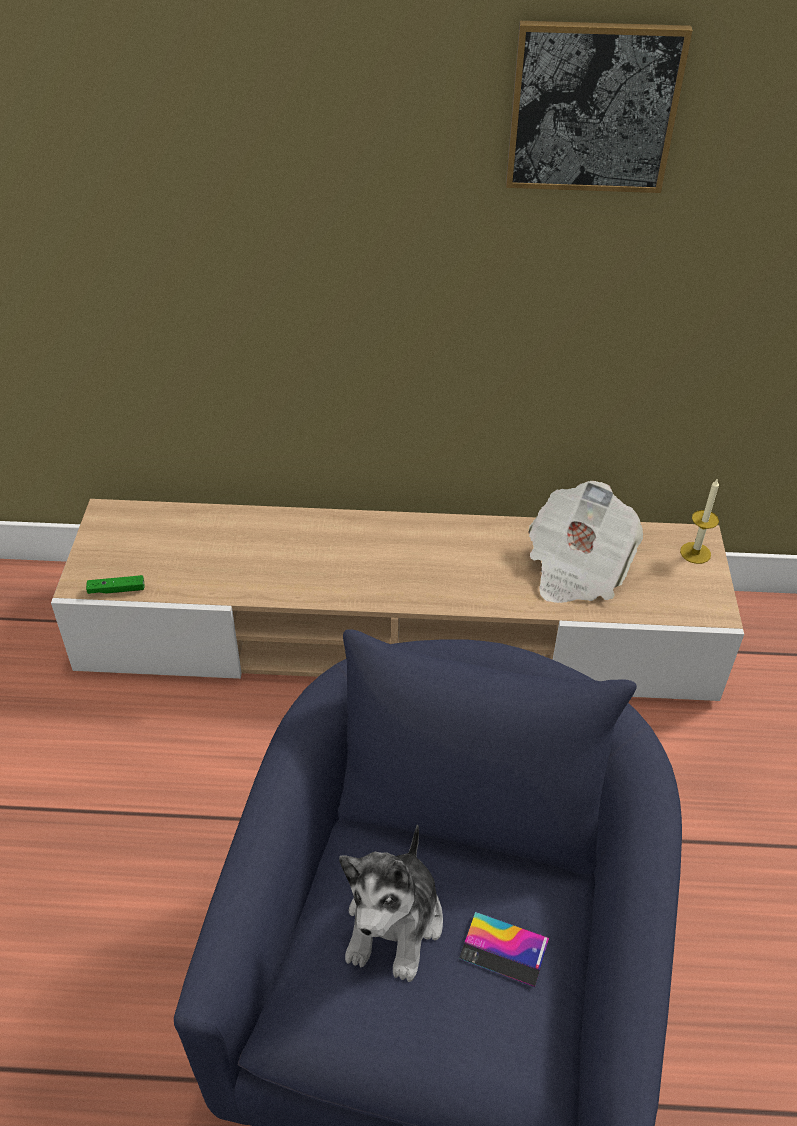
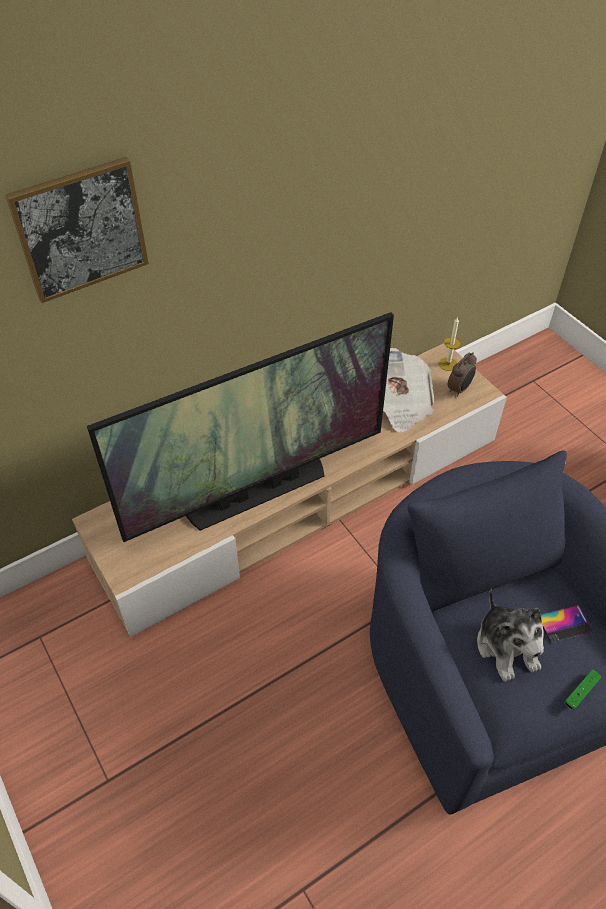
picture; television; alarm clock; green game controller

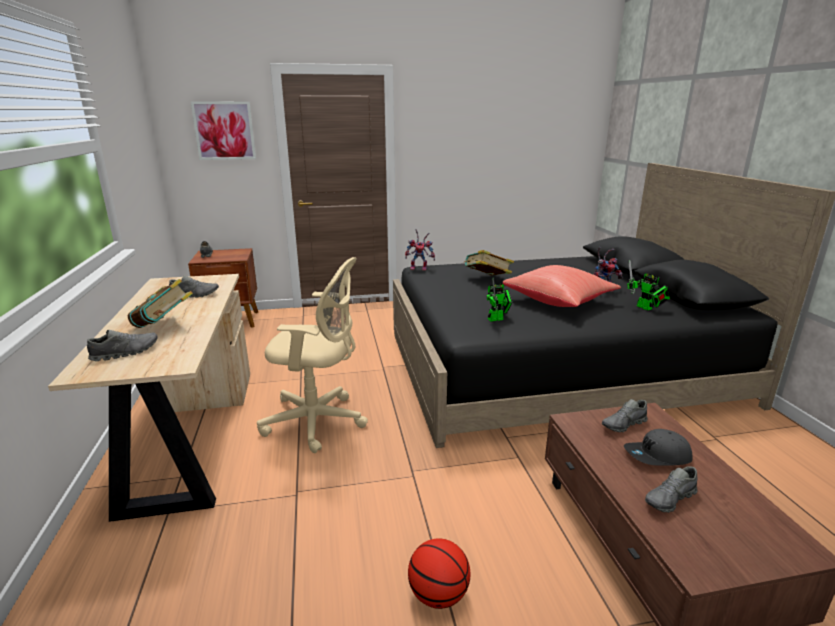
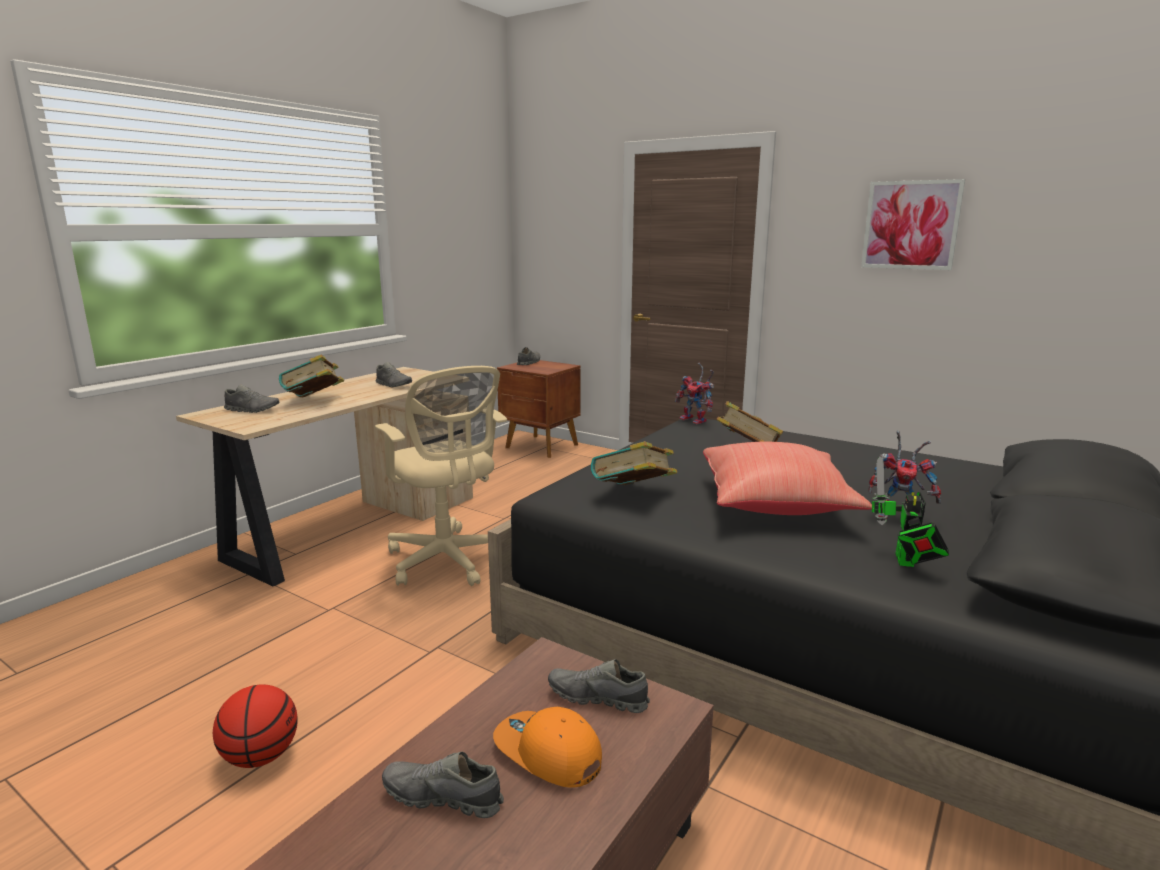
orange cap; book (no. 2 from left); picture

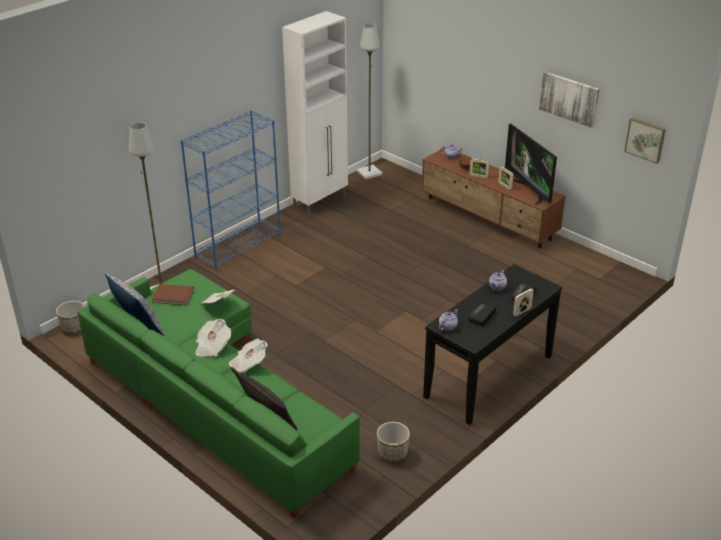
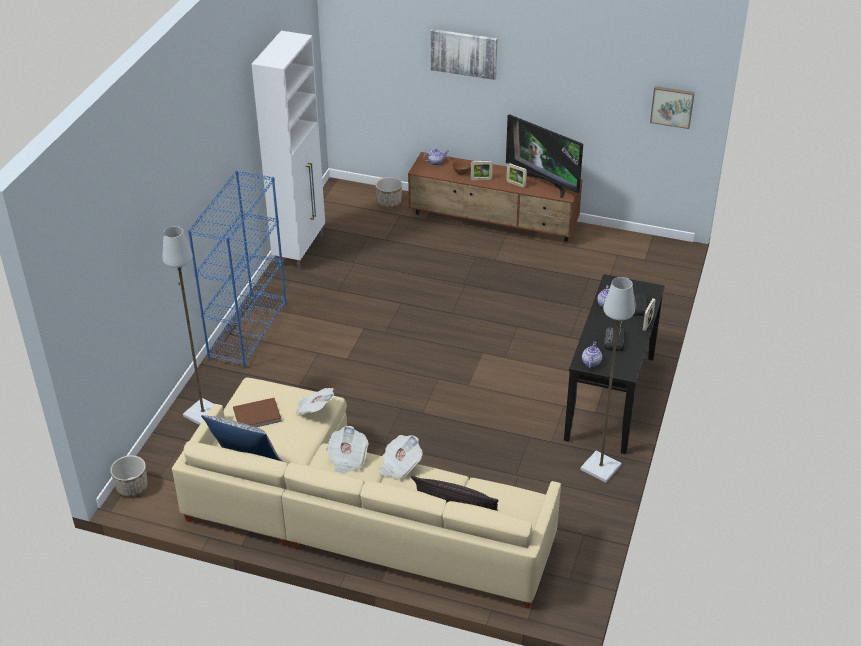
beige sofa; planter (no. 2 from left); picture (no. 1 from left); grey floor lamp (no. 2 from left)

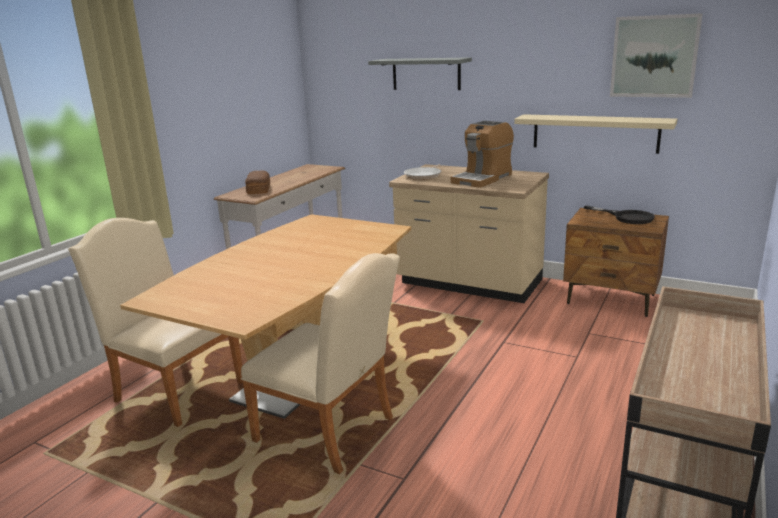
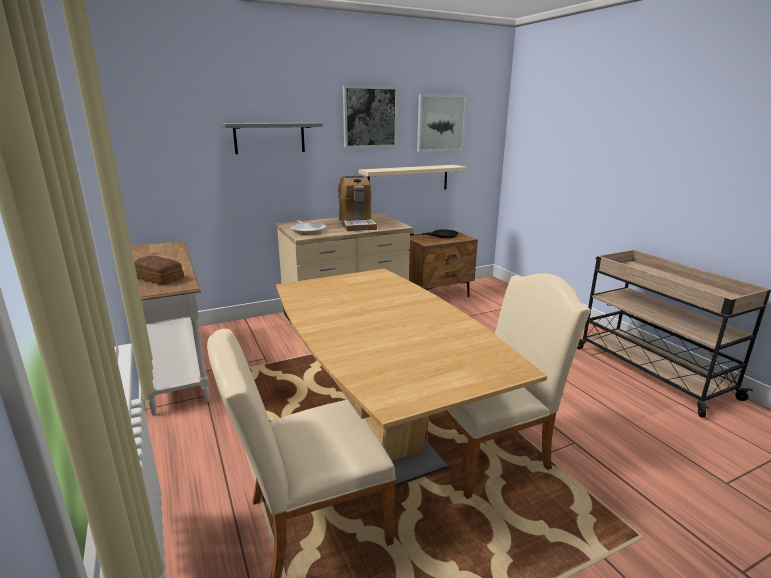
picture (no. 1 from left)

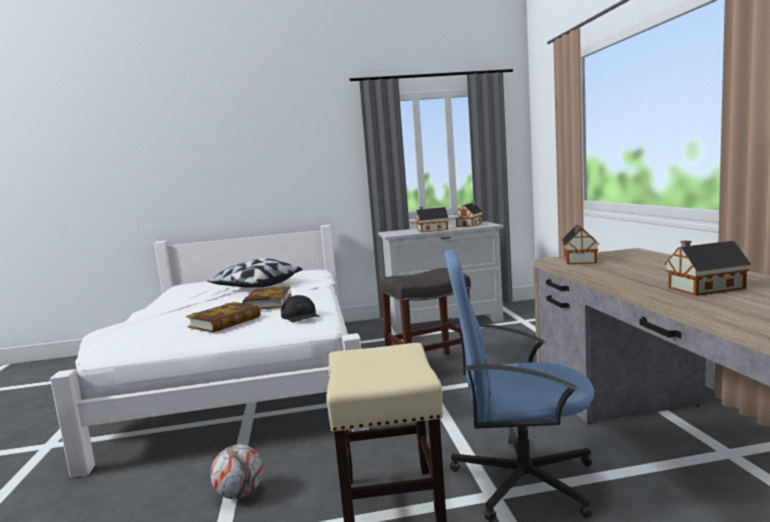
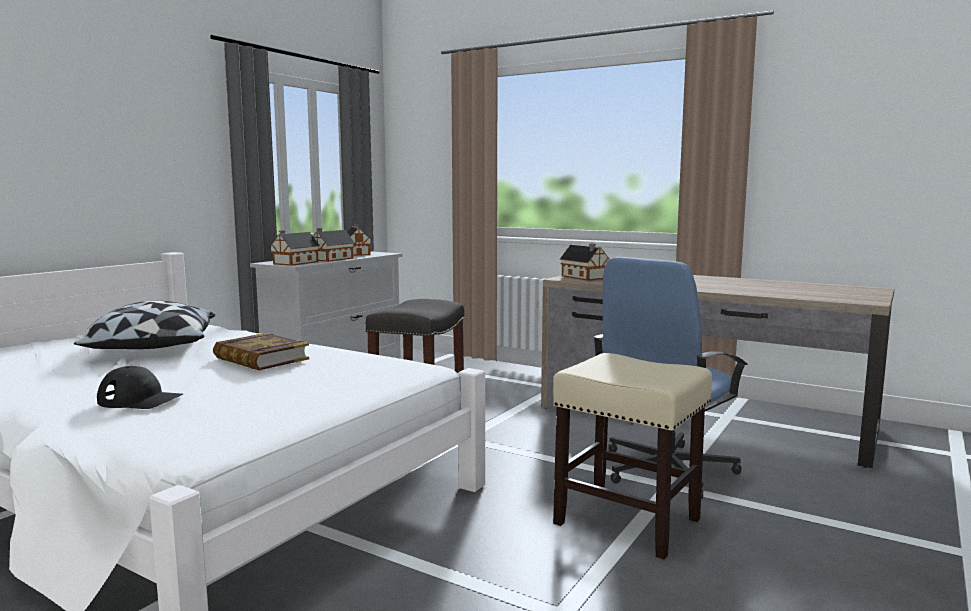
black cap; toy house (no. 1 from left); book (no. 1 from left in the first image); football

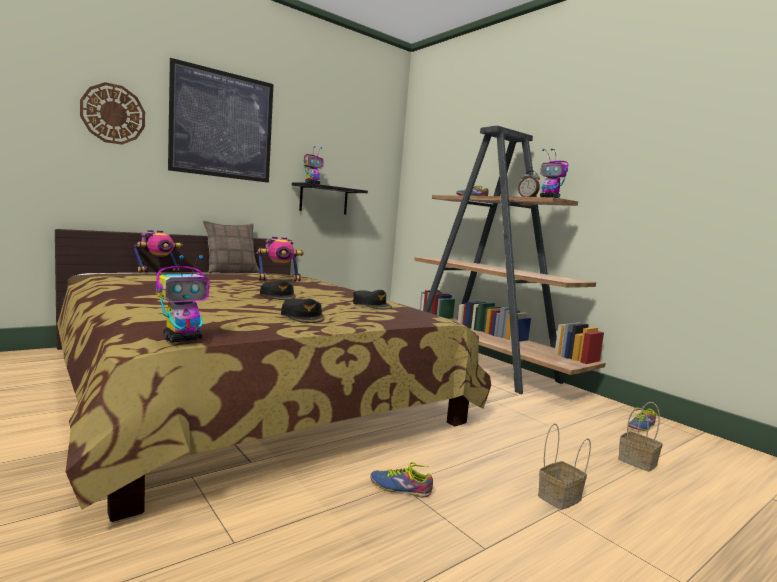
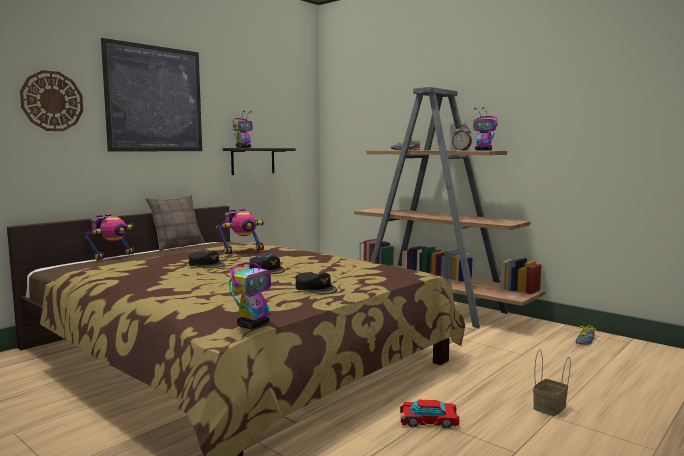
black cap (no. 1 from left); toy car; basket (no. 2 from left in the first image)

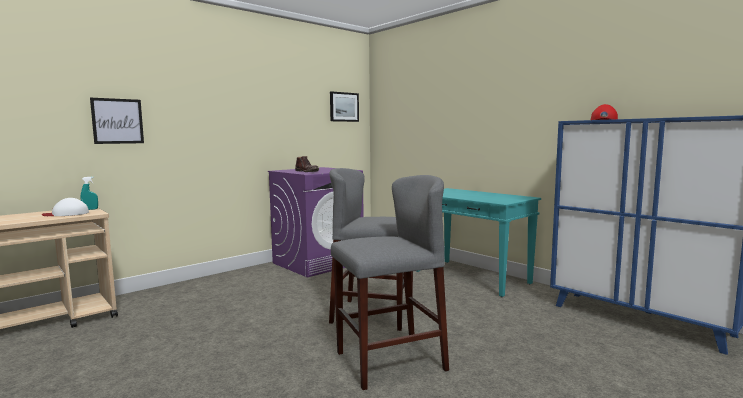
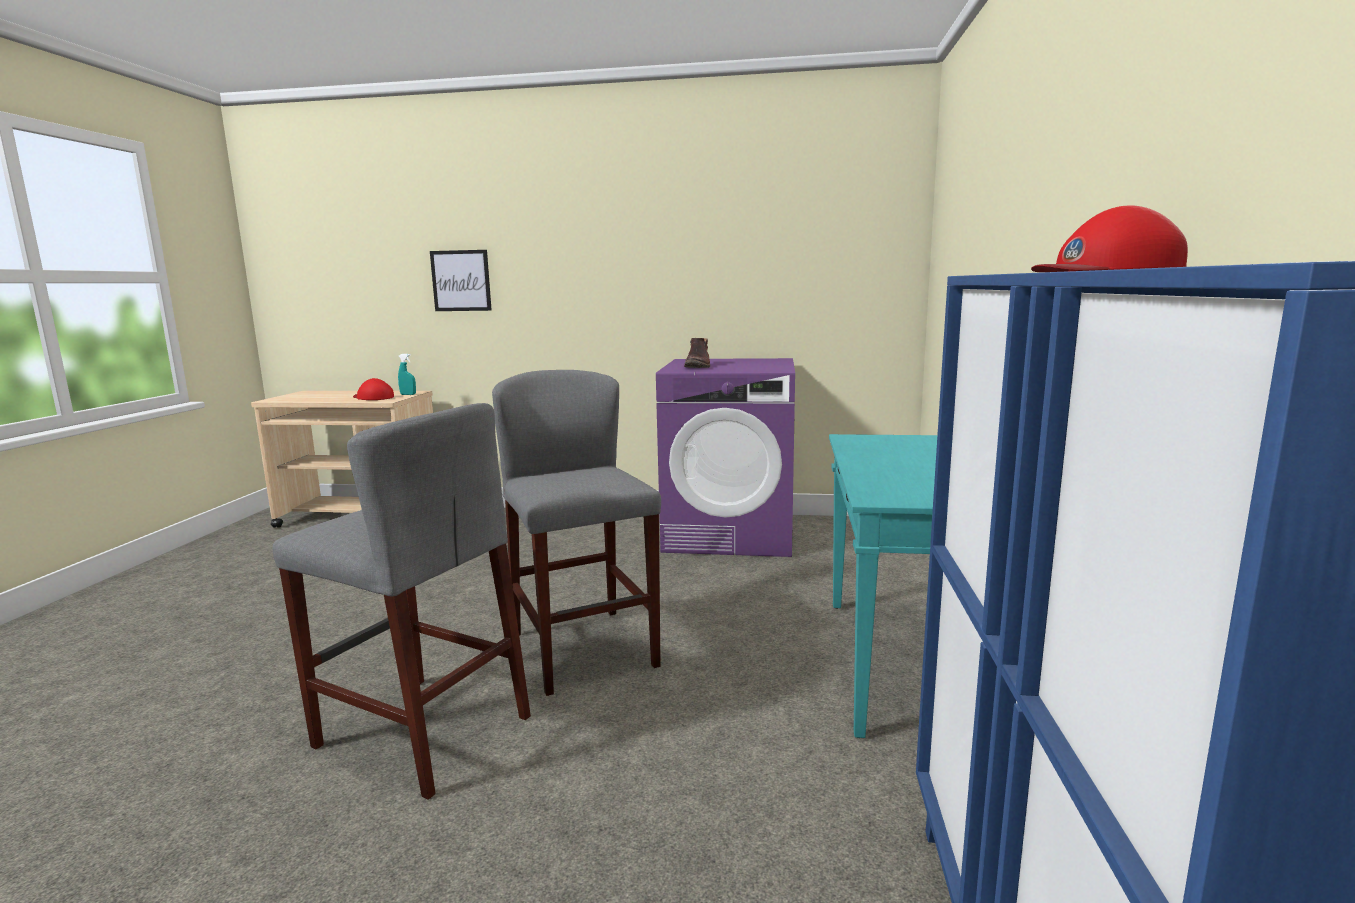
red cap (no. 1 from left); picture (no. 2 from left in the first image)

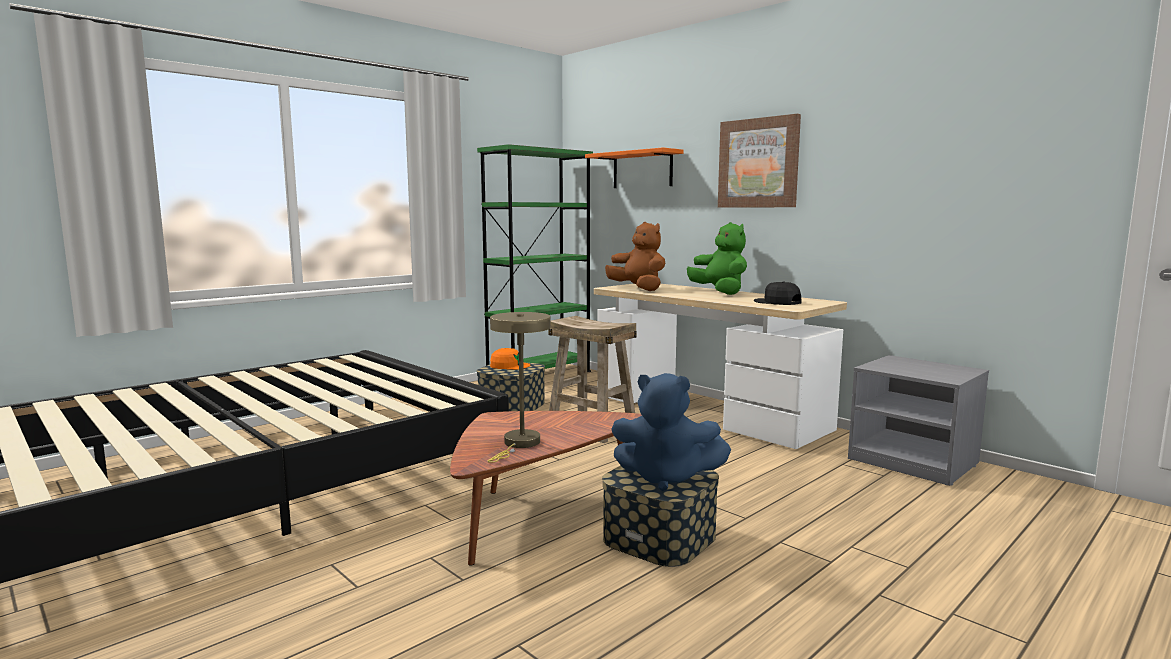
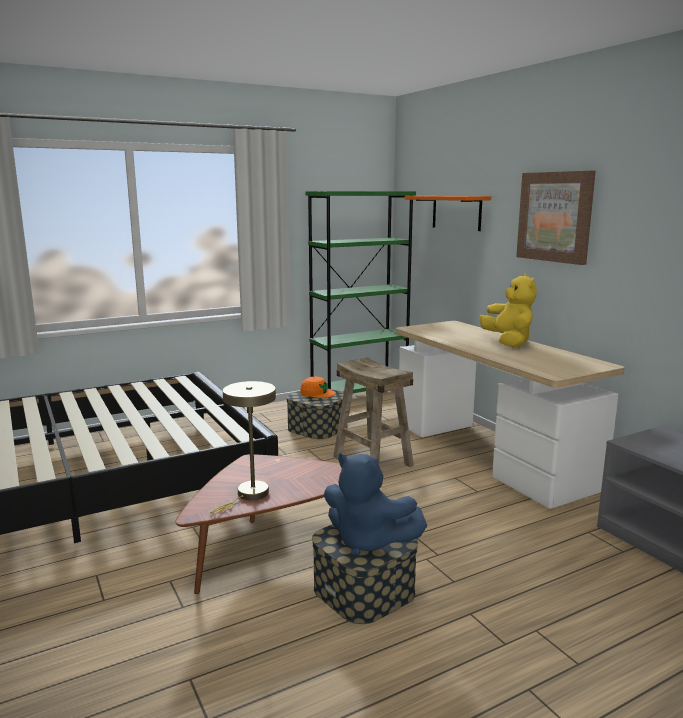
yellow plush toy; brown plush toy; black cap

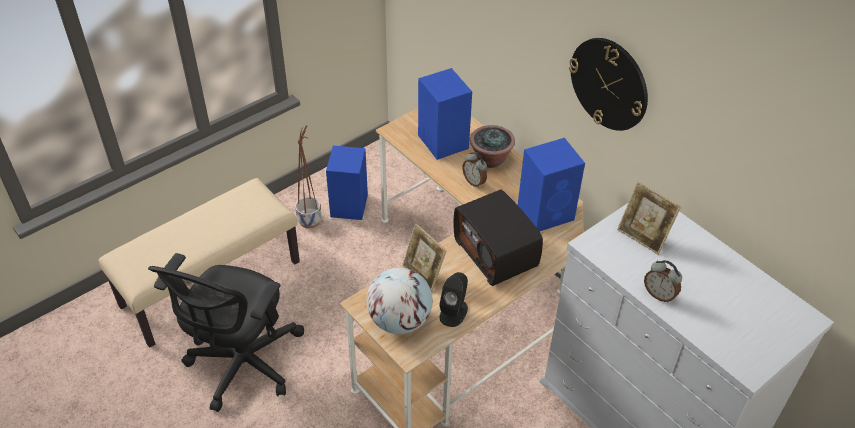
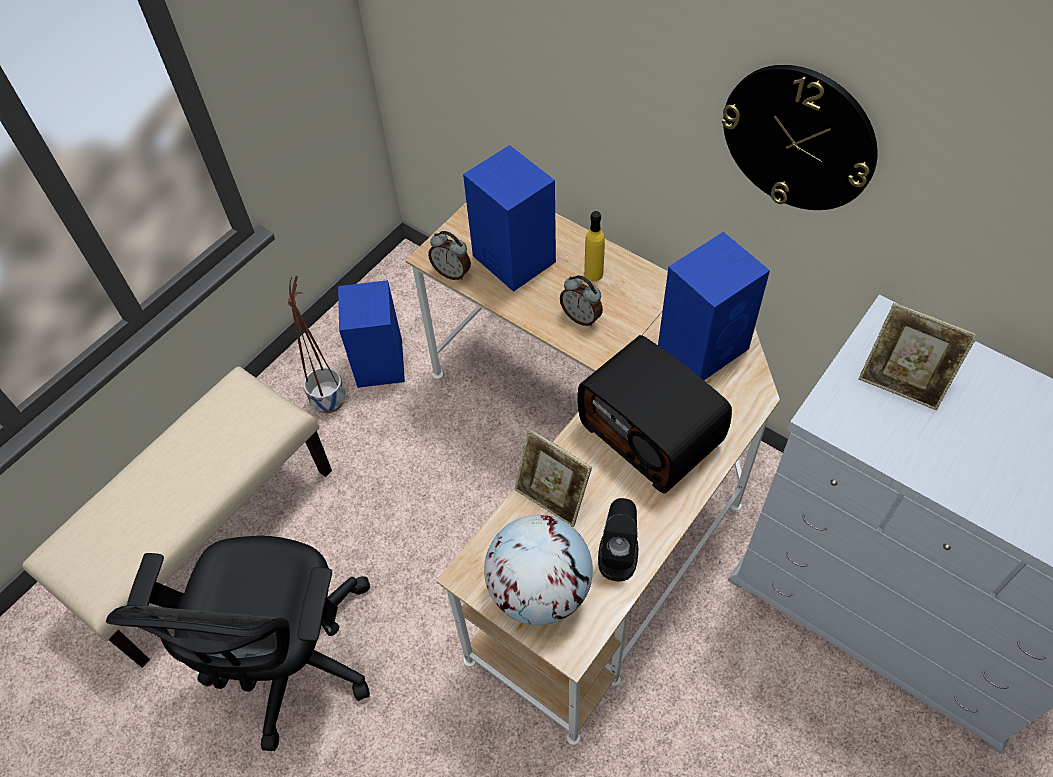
alarm clock (no. 1 from left); yellow bottle

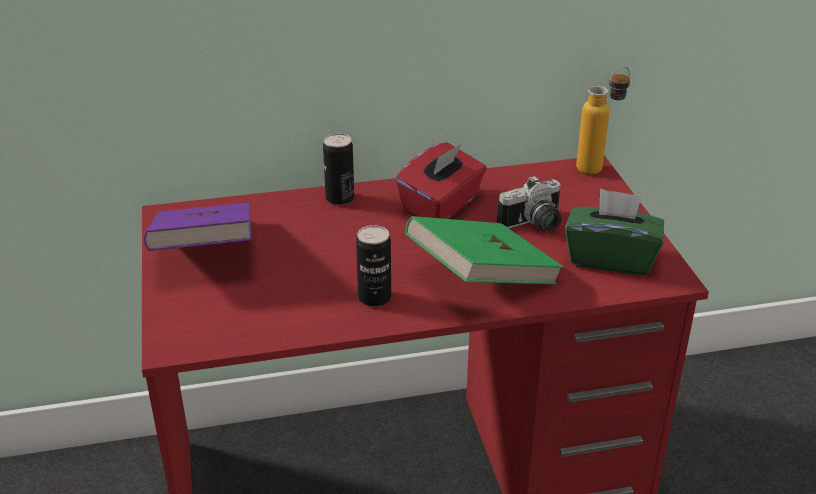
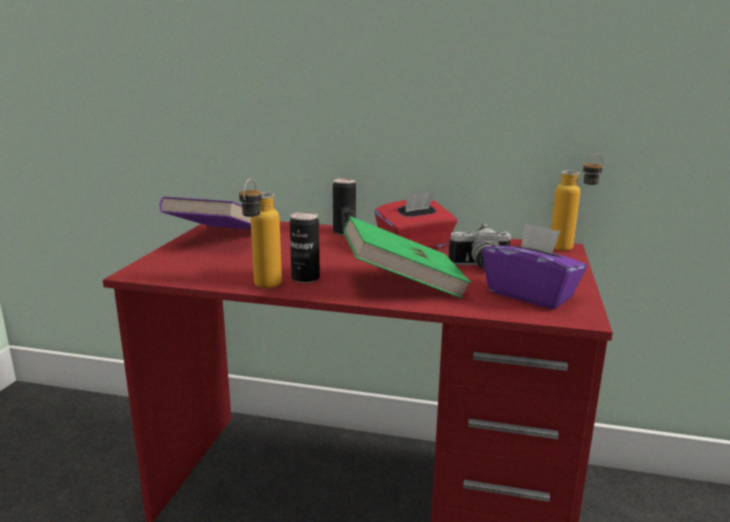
bottle (no. 1 from left); purple tissue box

